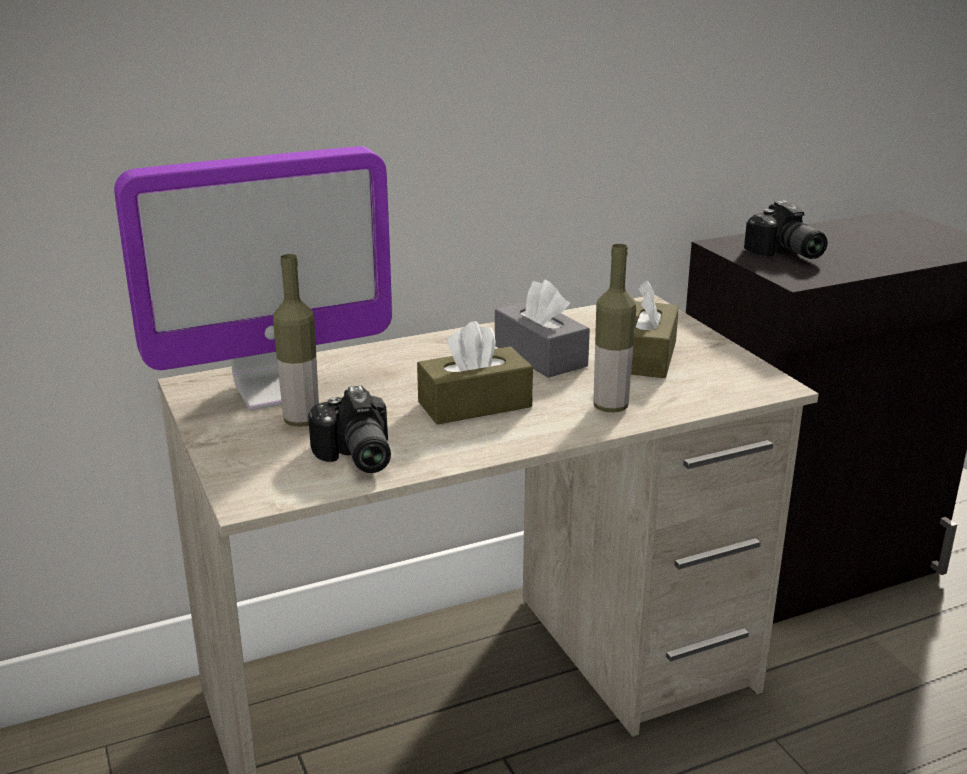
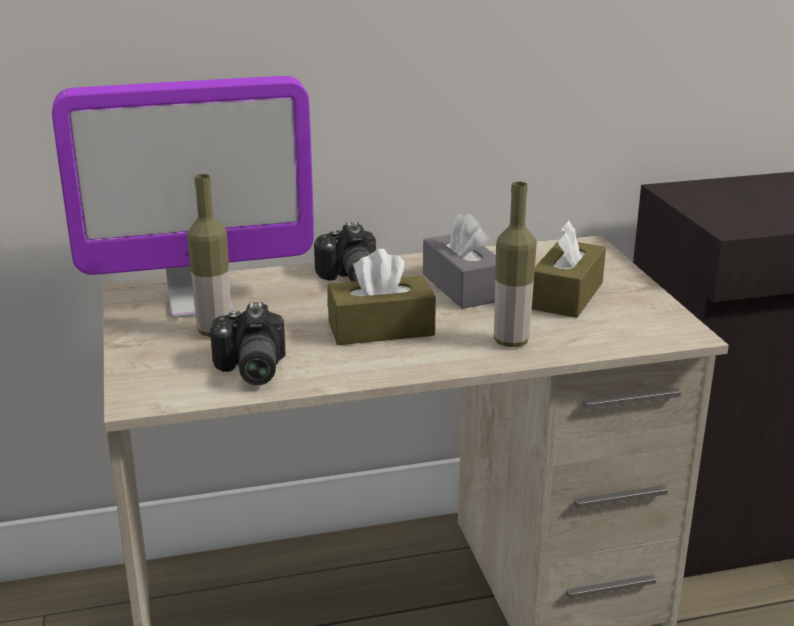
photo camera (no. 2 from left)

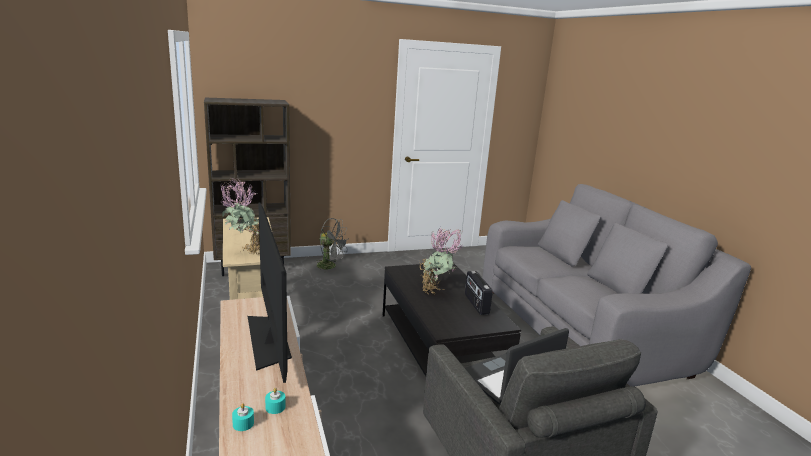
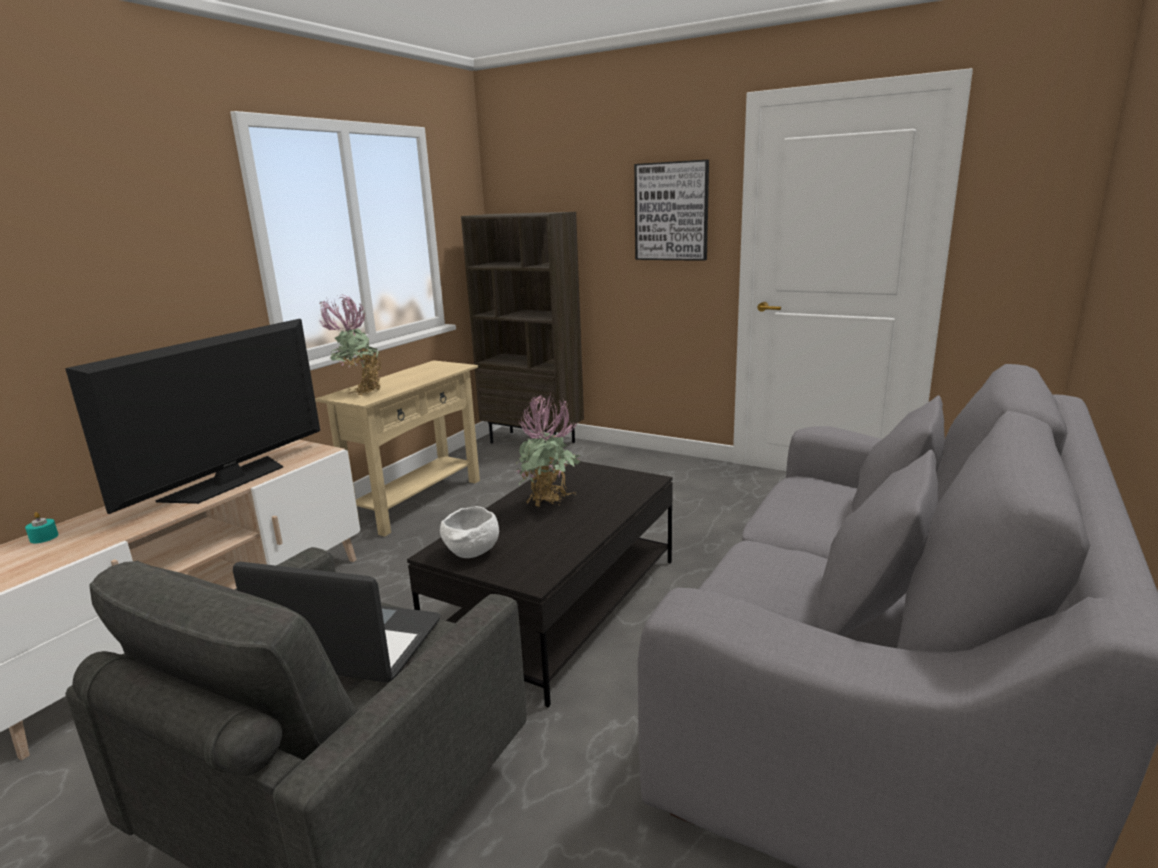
white bowl; picture; turquoise candle (no. 2 from left in the first image); grey fan; radio

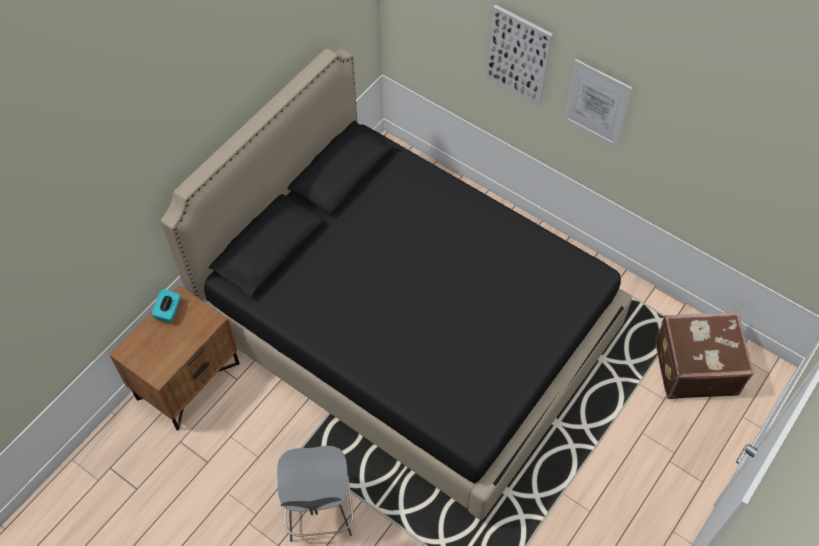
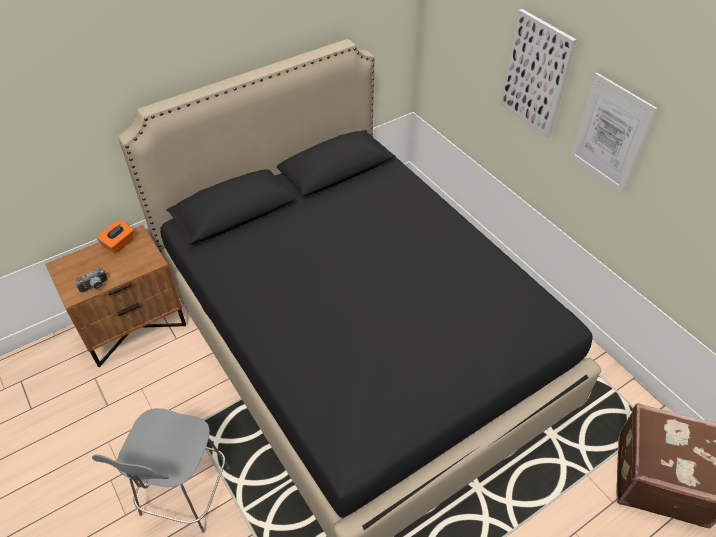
photo camera; orange tissue box

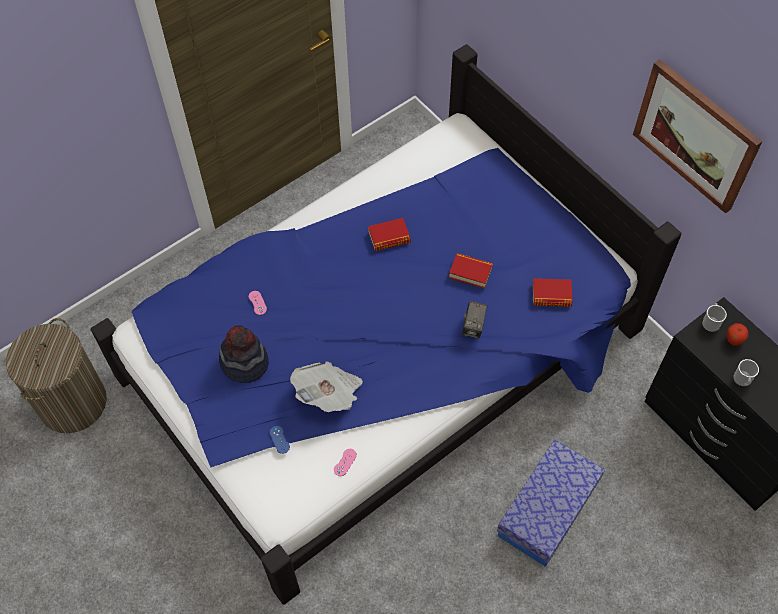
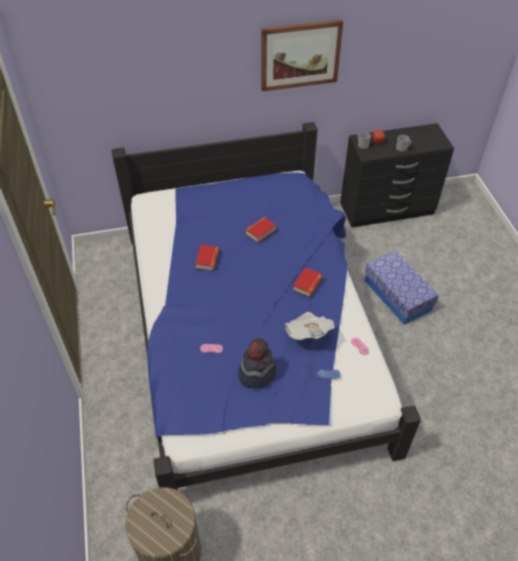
book (no. 3 from left); photo camera

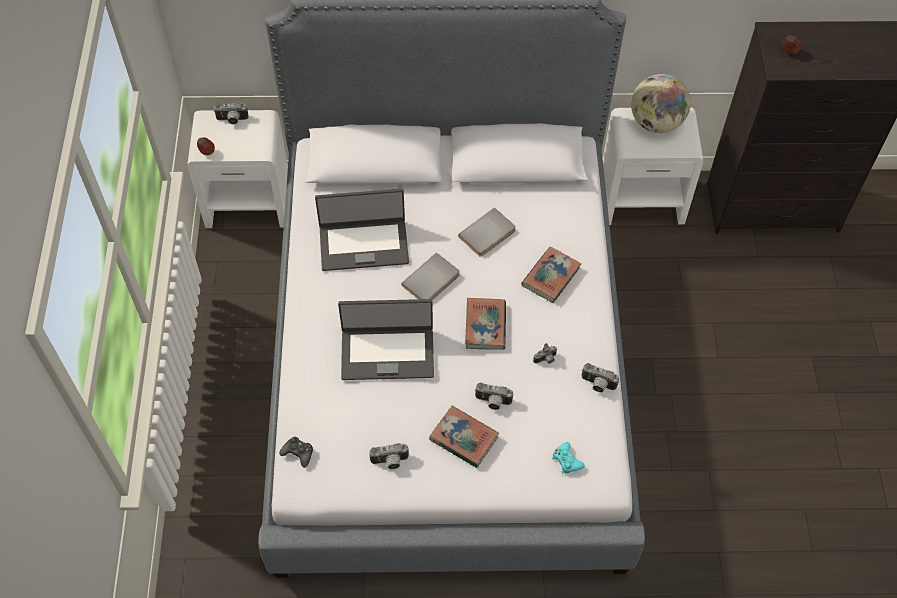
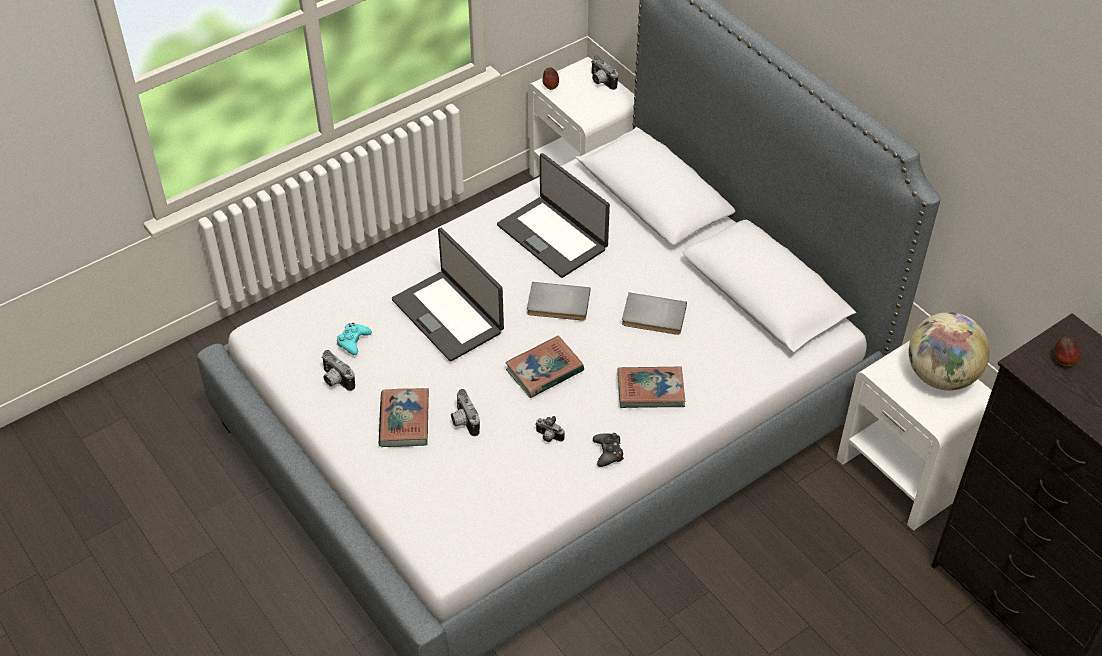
turquoise game controller; black game controller; photo camera (no. 5 from left in the first image)

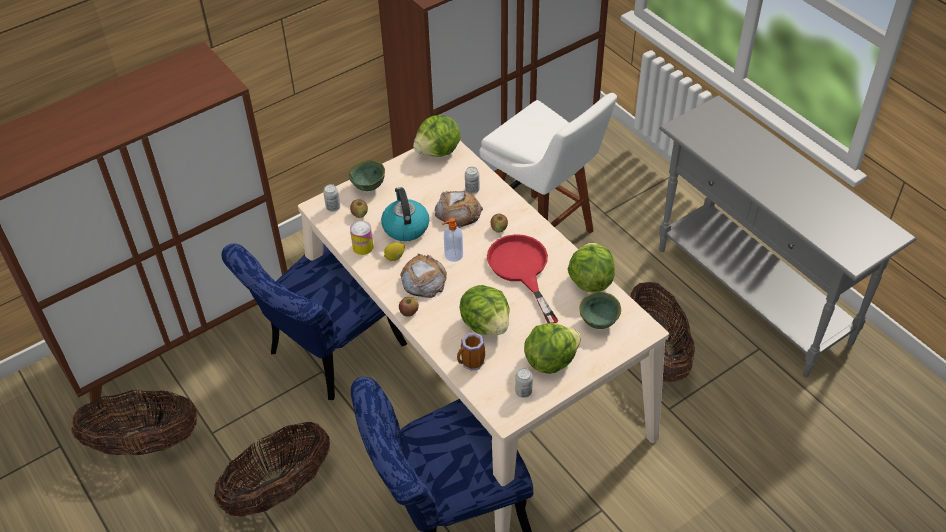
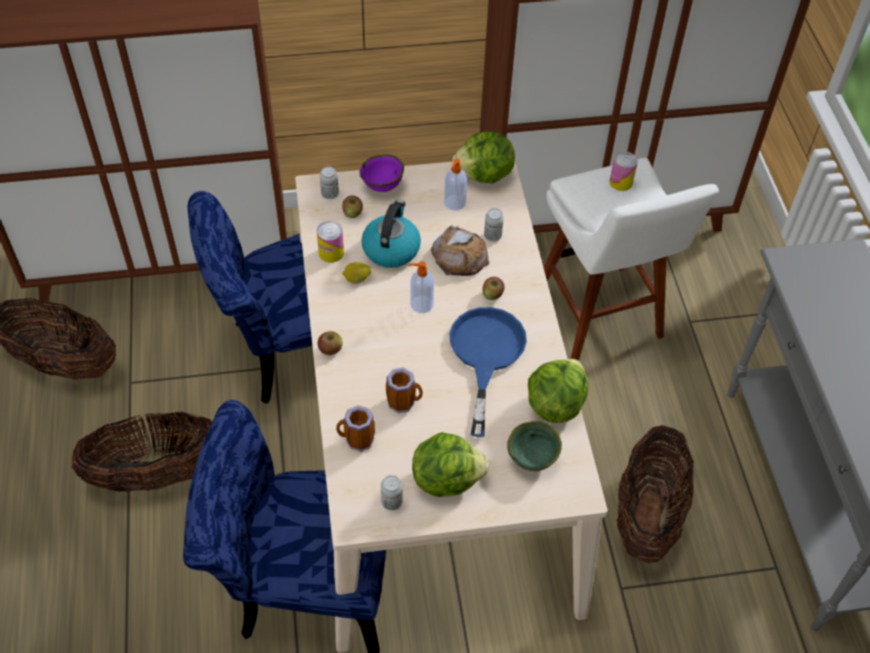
purple bowl; mug (no. 2 from left); soap dispenser (no. 2 from left); blue frying pan; can (no. 5 from left); bread (no. 1 from left in the first image)

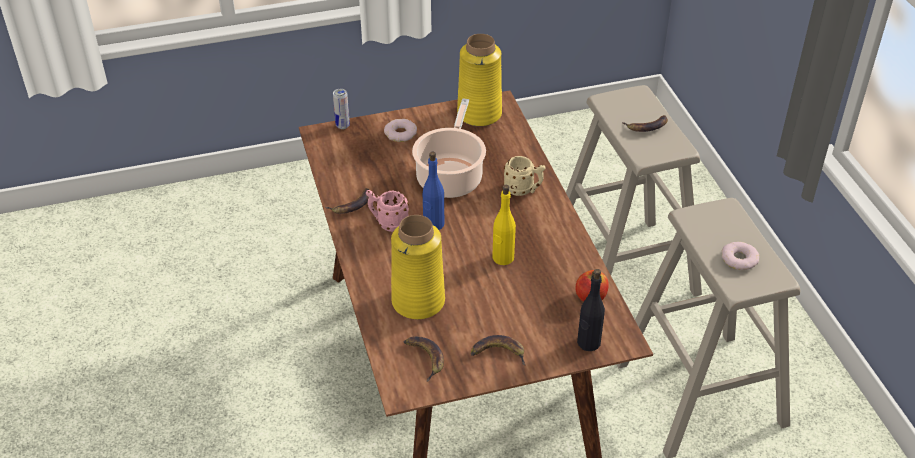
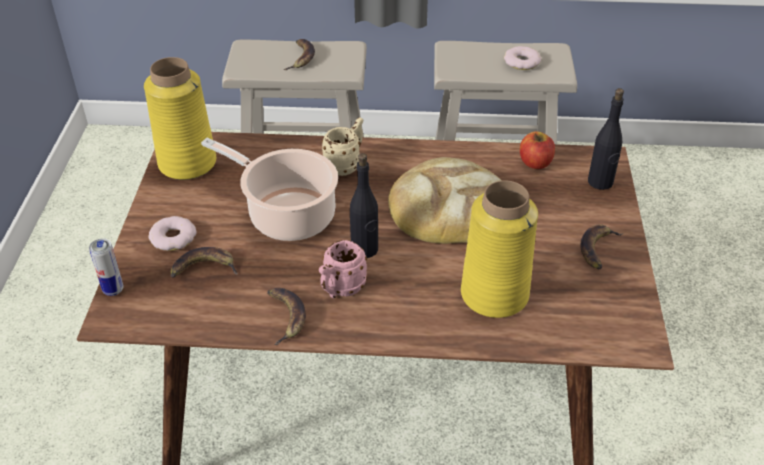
banana (no. 1 from left); black bottle (no. 1 from left); bread

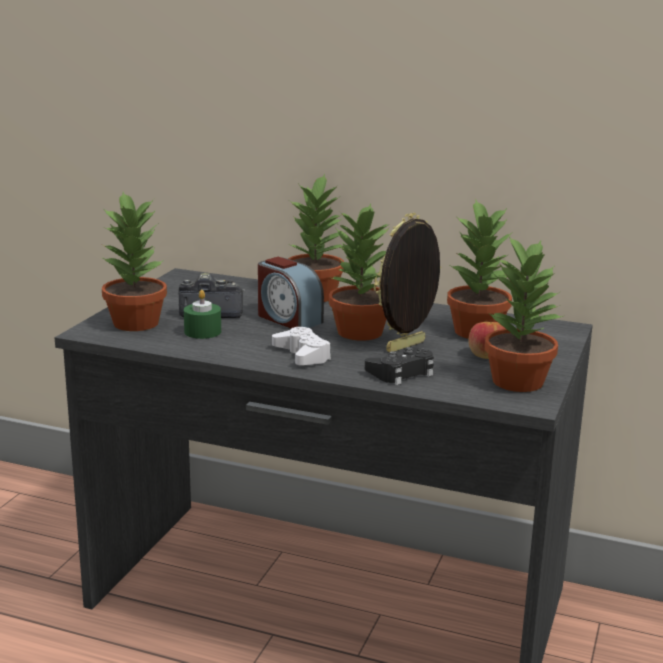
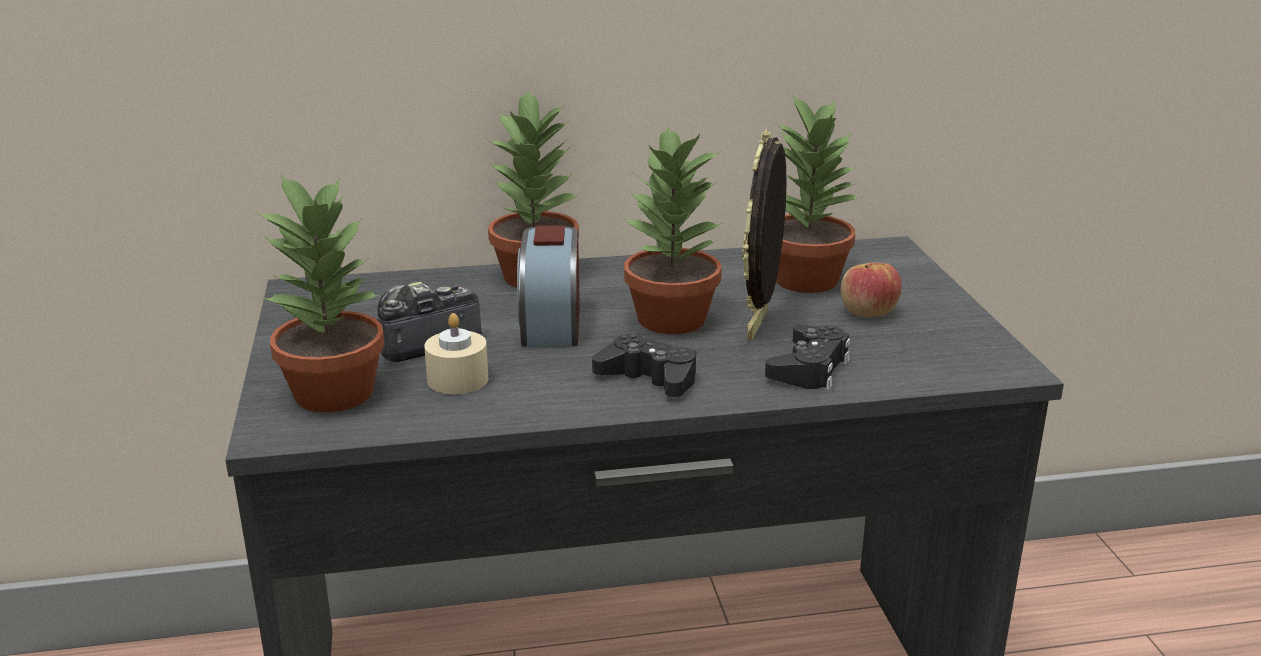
beige candle; alarm clock; black game controller (no. 1 from left); potted plant (no. 5 from left in the first image)

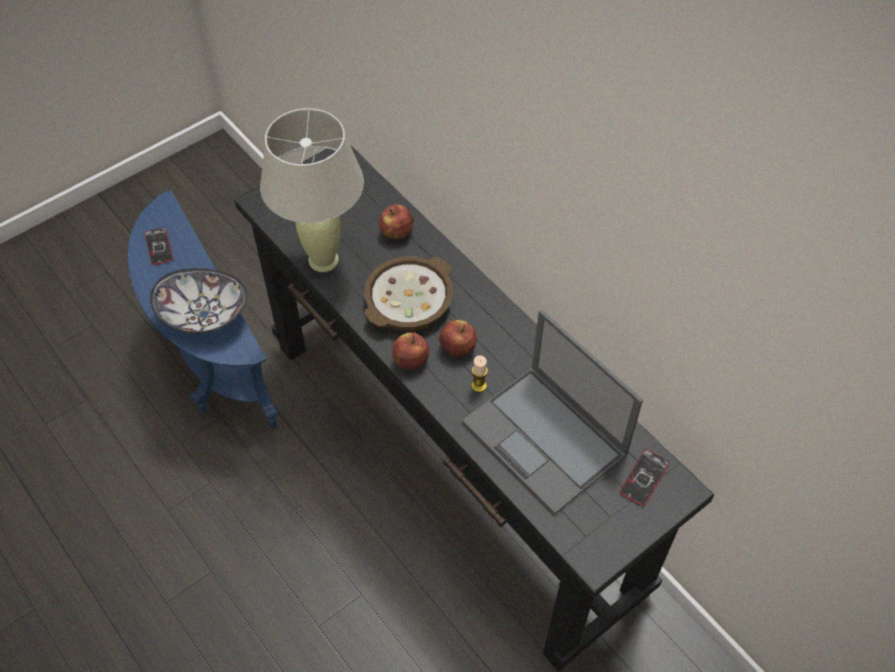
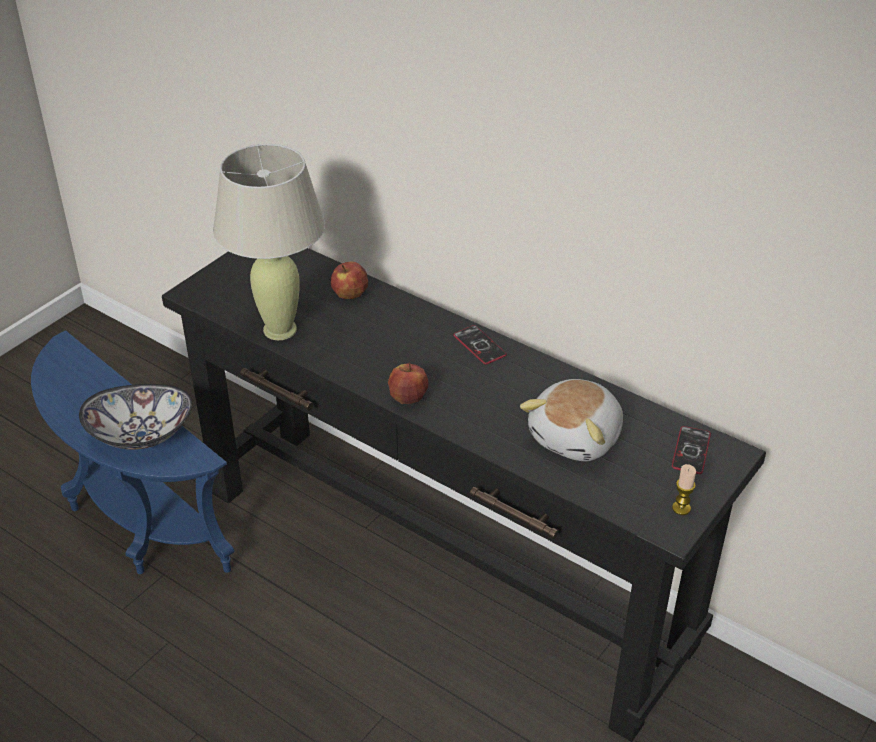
phone (no. 1 from left); plush toy; candle; bowl (no. 2 from left in the first image); apple (no. 3 from left in the first image)

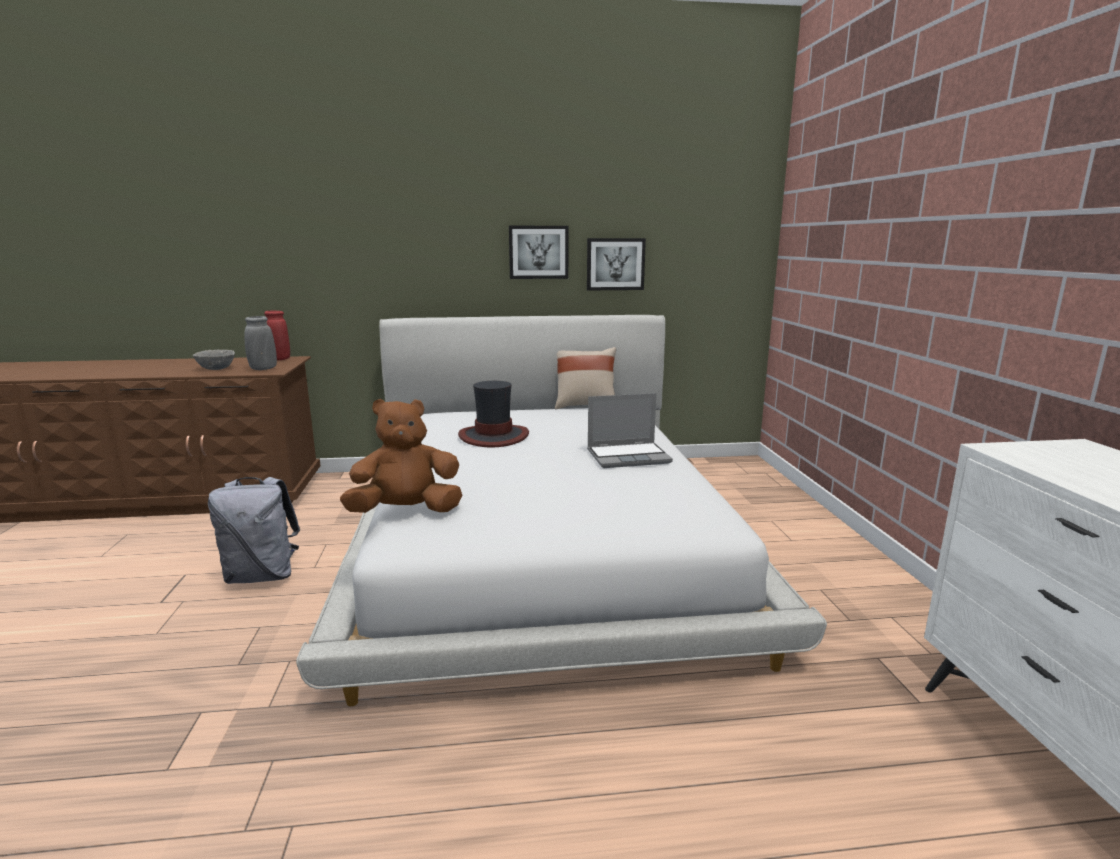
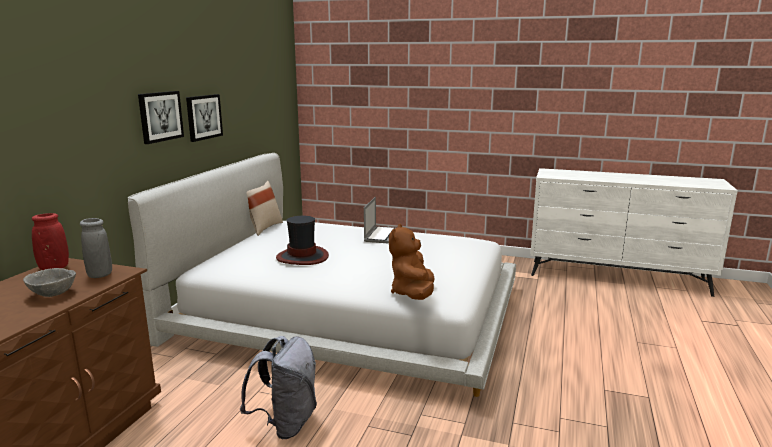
picture (no. 1 from left)

